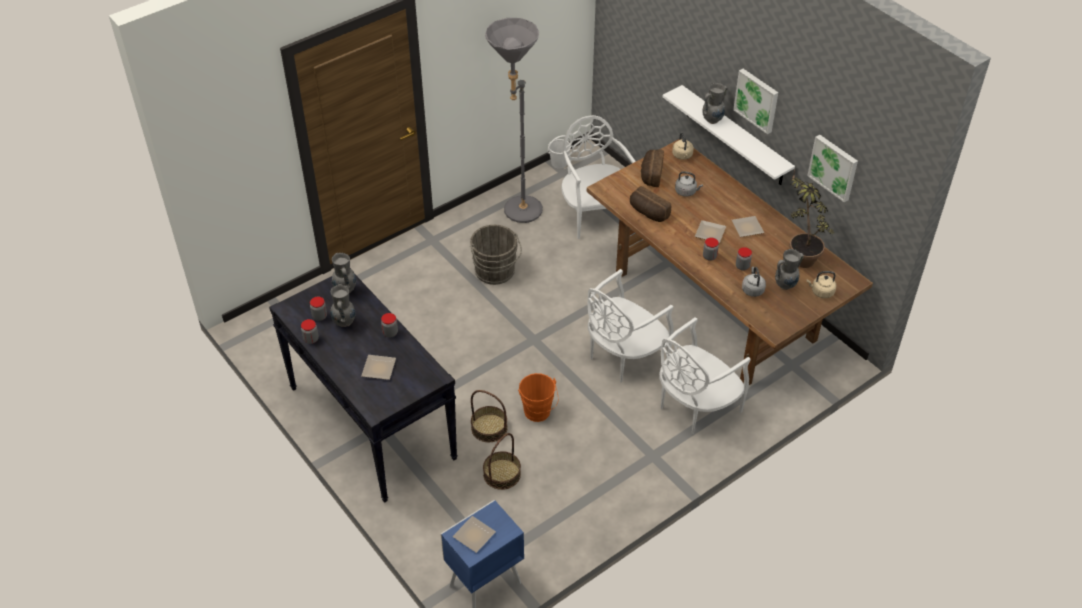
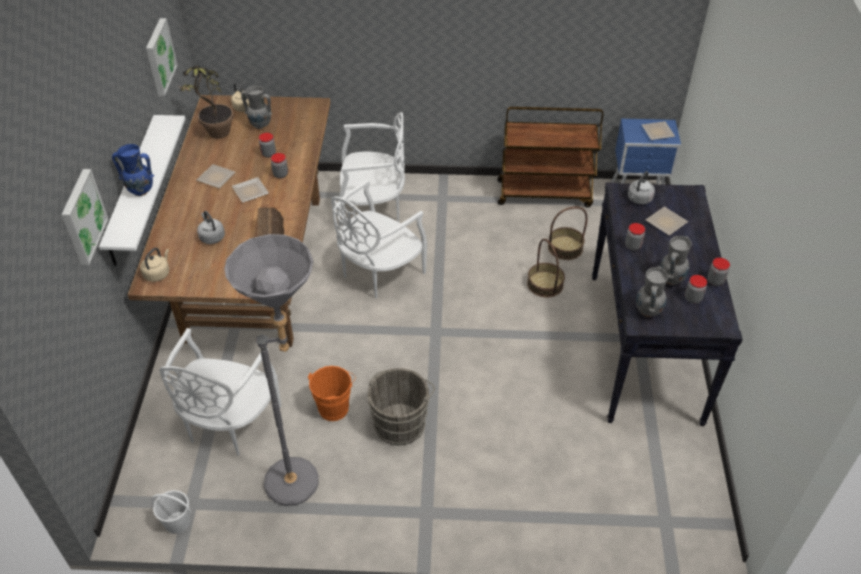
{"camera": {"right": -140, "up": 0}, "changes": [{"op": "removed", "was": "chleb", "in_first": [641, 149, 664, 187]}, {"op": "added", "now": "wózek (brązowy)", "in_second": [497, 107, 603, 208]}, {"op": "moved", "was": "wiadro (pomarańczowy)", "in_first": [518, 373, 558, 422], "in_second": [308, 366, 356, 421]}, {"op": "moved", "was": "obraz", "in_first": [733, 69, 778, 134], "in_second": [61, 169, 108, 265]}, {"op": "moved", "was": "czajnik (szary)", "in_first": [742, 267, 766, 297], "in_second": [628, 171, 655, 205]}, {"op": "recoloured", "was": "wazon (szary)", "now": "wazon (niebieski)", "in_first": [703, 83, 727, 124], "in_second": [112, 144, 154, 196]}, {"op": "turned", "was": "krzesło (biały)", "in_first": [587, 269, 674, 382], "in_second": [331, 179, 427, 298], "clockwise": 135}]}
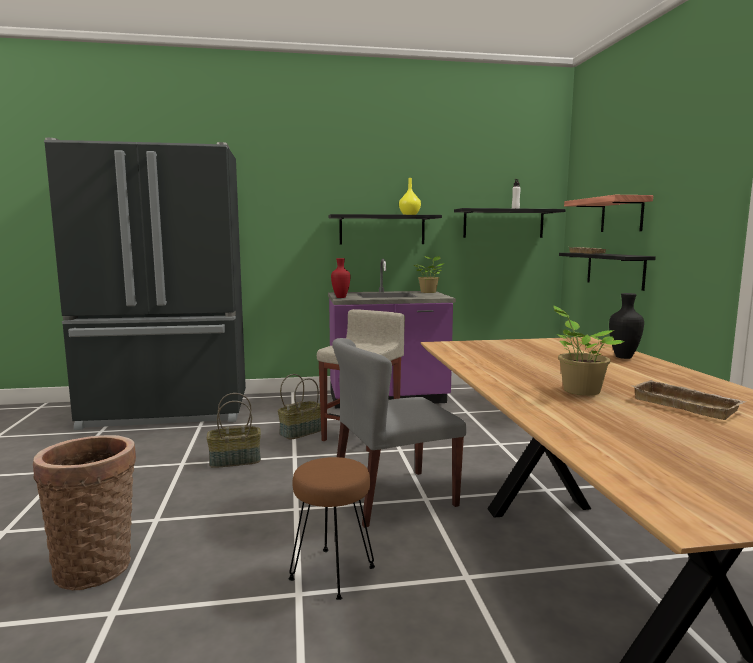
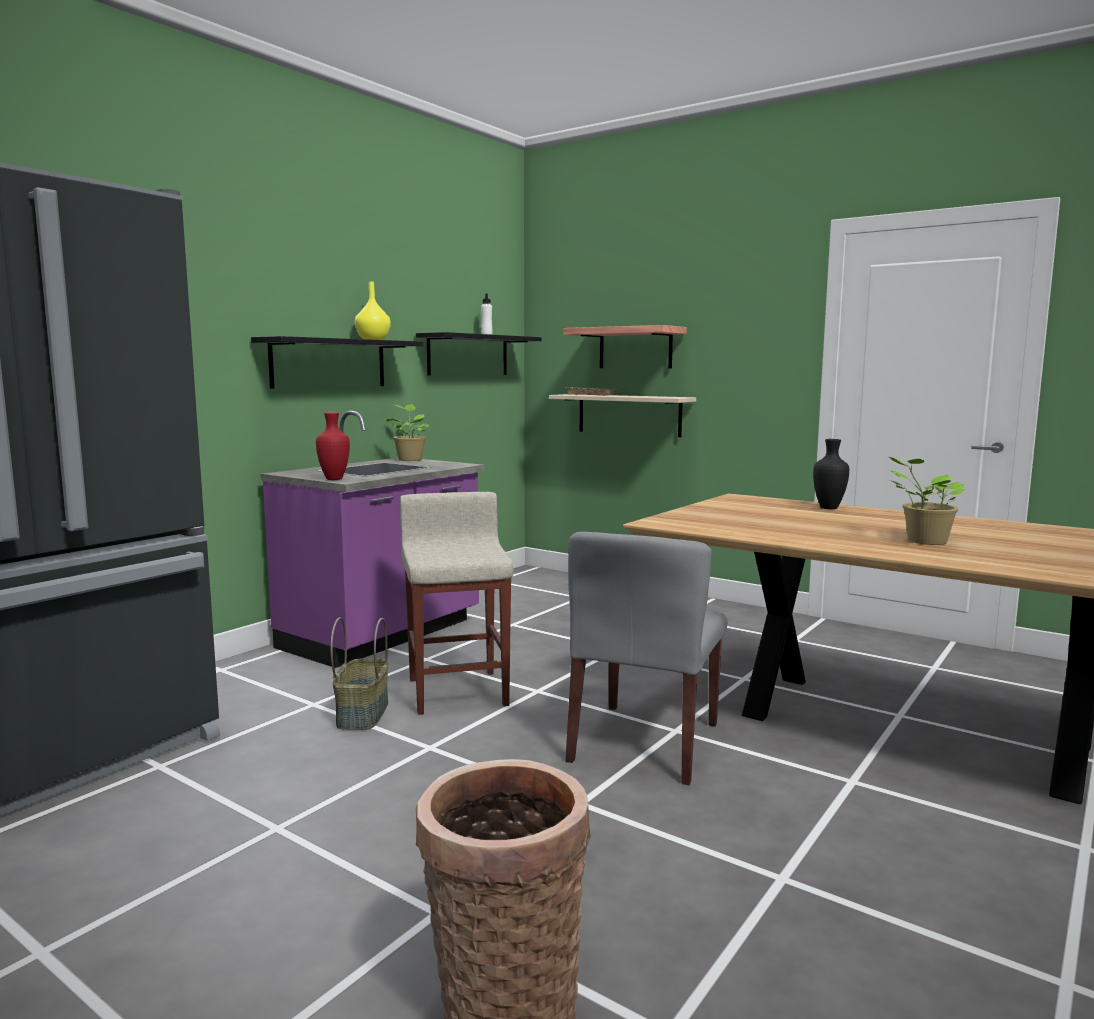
{"camera": {"right": -45, "up": 0}, "changes": [{"op": "removed", "was": "koszyk", "in_first": [207, 393, 261, 468]}, {"op": "removed", "was": "stołek (brązowy)", "in_first": [288, 457, 375, 600]}, {"op": "removed", "was": "taca (beżowy)", "in_first": [631, 380, 746, 420]}, {"op": "recoloured", "was": "półka (czarny)", "now": "półka (beżowy)", "in_first": [559, 253, 656, 291], "in_second": [549, 394, 696, 437]}]}
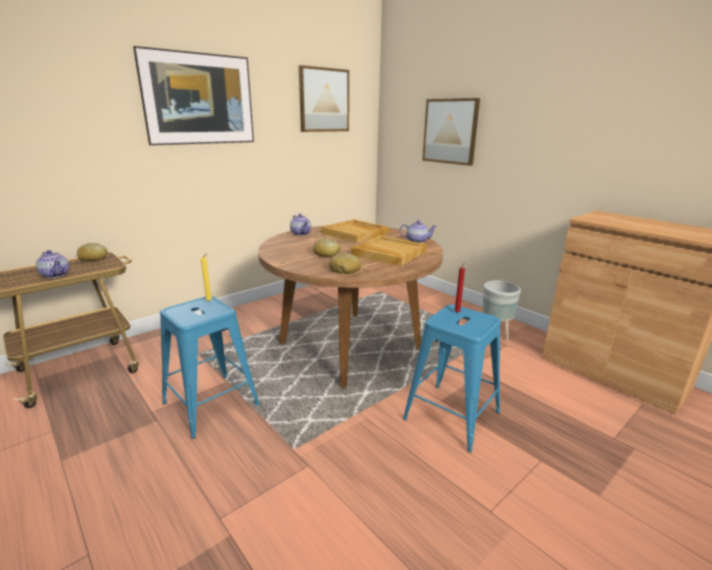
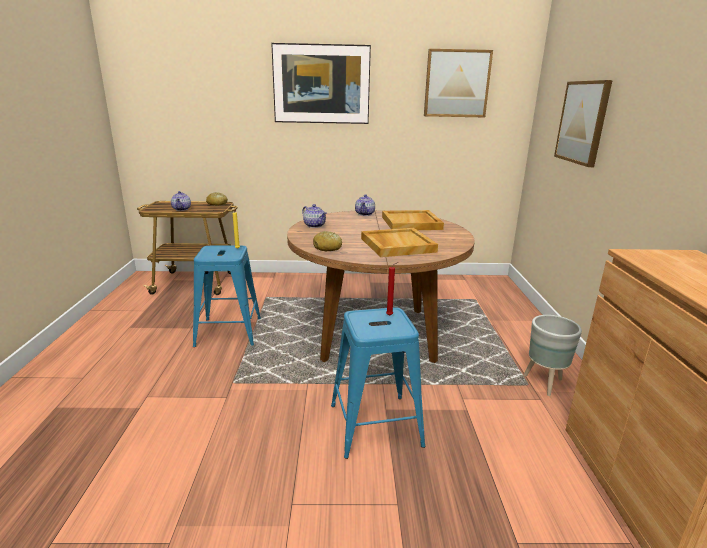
{"camera": {"right": 40, "up": 0}, "changes": [{"op": "removed", "was": "chleb", "in_first": [313, 238, 341, 257]}, {"op": "moved", "was": "imbryk", "in_first": [399, 220, 437, 243], "in_second": [302, 204, 327, 228]}]}
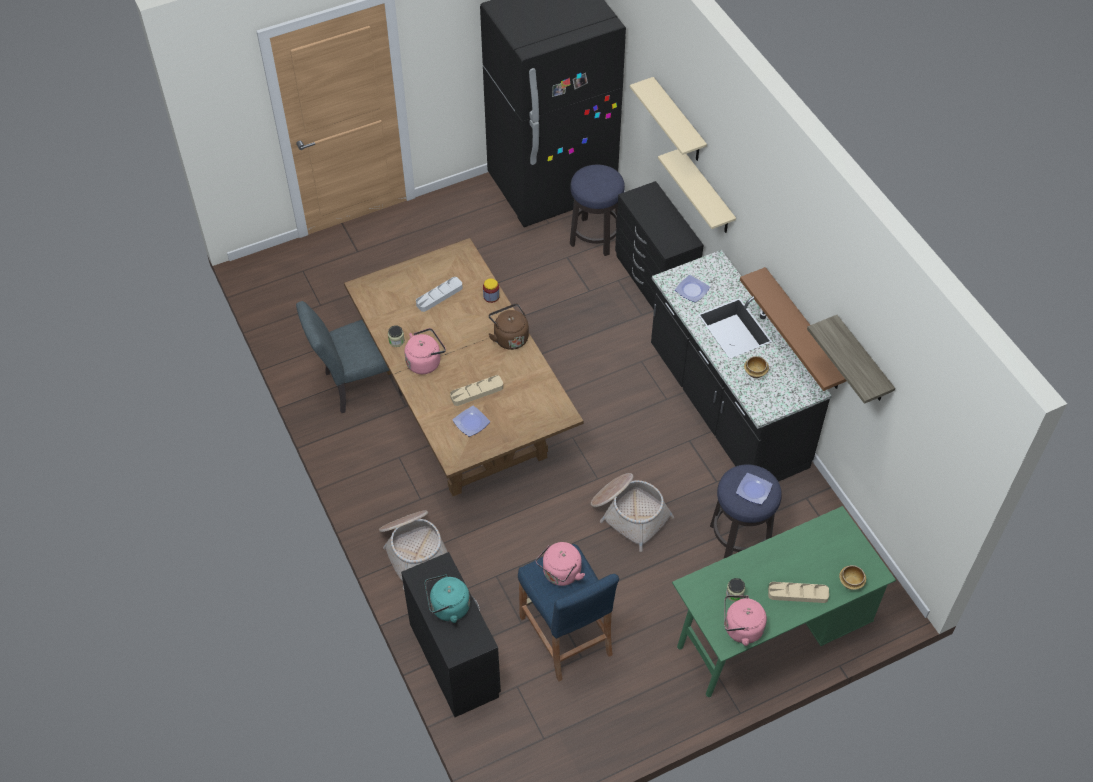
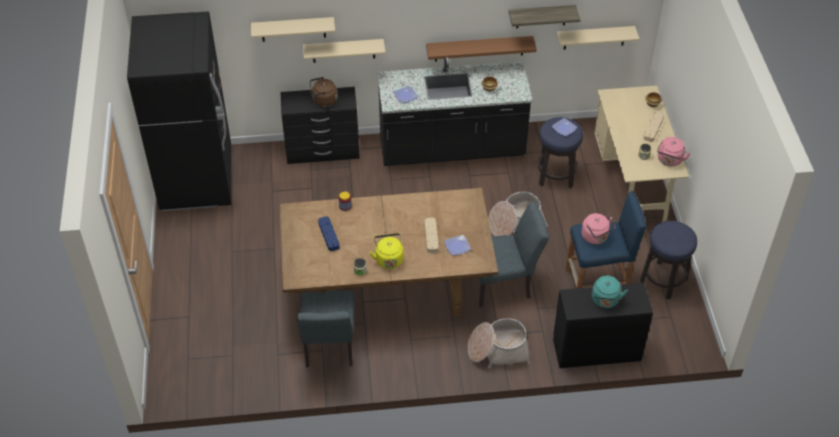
{"camera": {"right": -70, "up": -5}, "changes": [{"op": "added", "now": "krzesło (szary)", "in_second": [479, 202, 549, 307]}, {"op": "added", "now": "półka (beżowy)", "in_second": [557, 26, 639, 50]}, {"op": "moved", "was": "czajnik (brązowy)", "in_first": [488, 304, 529, 350], "in_second": [310, 77, 337, 107]}, {"op": "moved", "was": "stołek", "in_first": [570, 165, 625, 256], "in_second": [640, 221, 697, 299]}, {"op": "recoloured", "was": "czajnik (różowy)", "now": "czajnik (żółty)", "in_first": [404, 328, 446, 374], "in_second": [369, 233, 404, 269]}, {"op": "recoloured", "was": "taca (szary)", "now": "taca (niebieski)", "in_first": [416, 277, 463, 312], "in_second": [318, 216, 340, 251]}, {"op": "recoloured", "was": "biurko (zielony)", "now": "biurko (beżowy)", "in_first": [672, 506, 896, 697], "in_second": [594, 86, 689, 222]}]}
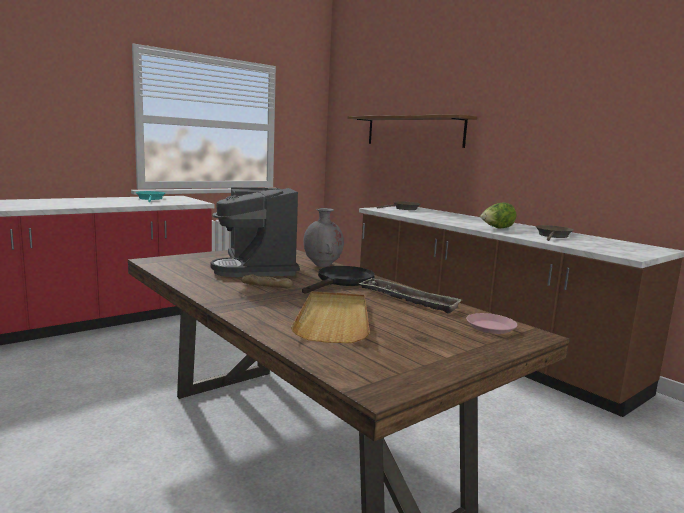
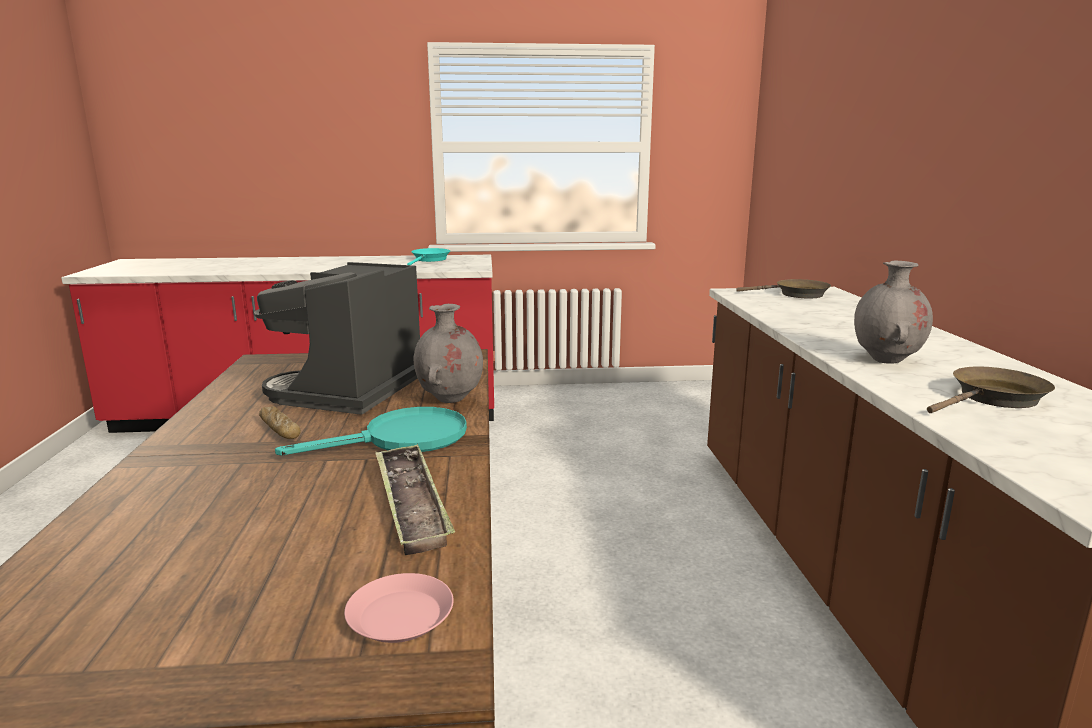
{"camera": {"right": 35, "up": 5}, "changes": [{"op": "removed", "was": "taca (beżowy)", "in_first": [291, 291, 370, 343]}, {"op": "removed", "was": "półka (brązowy)", "in_first": [347, 114, 477, 148]}, {"op": "replaced", "was": "sałata", "now": "wazon (szary)", "in_first": [481, 202, 516, 229], "in_second": [854, 261, 933, 364]}, {"op": "recoloured", "was": "patelnia (czarny)", "now": "patelnia (turkusowy)", "in_first": [302, 266, 375, 294], "in_second": [275, 407, 467, 456]}]}
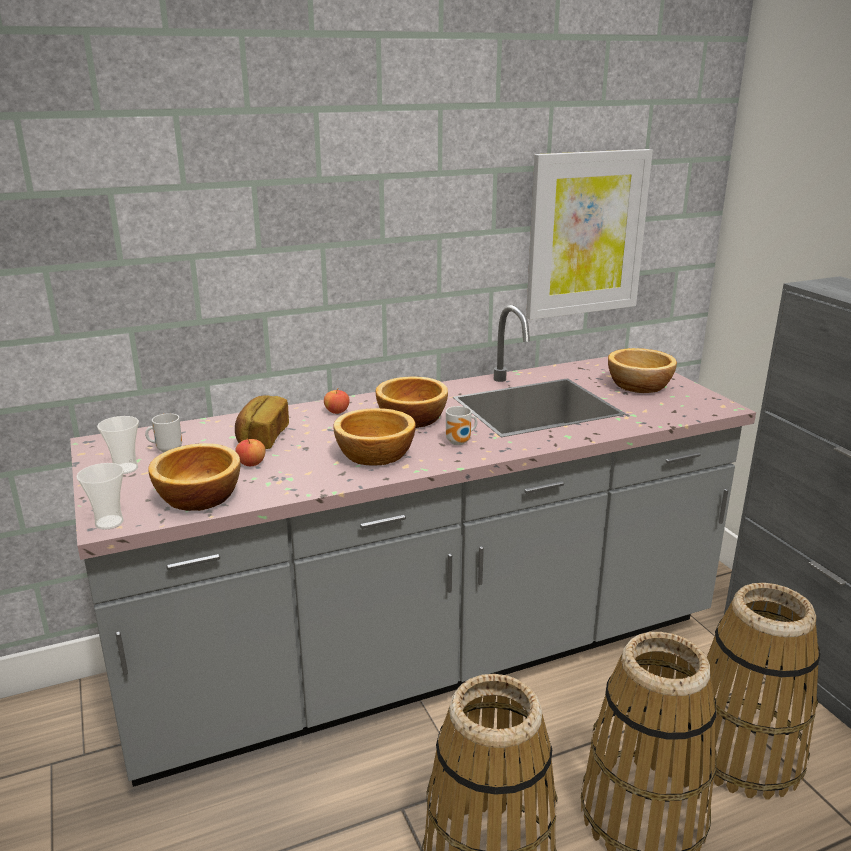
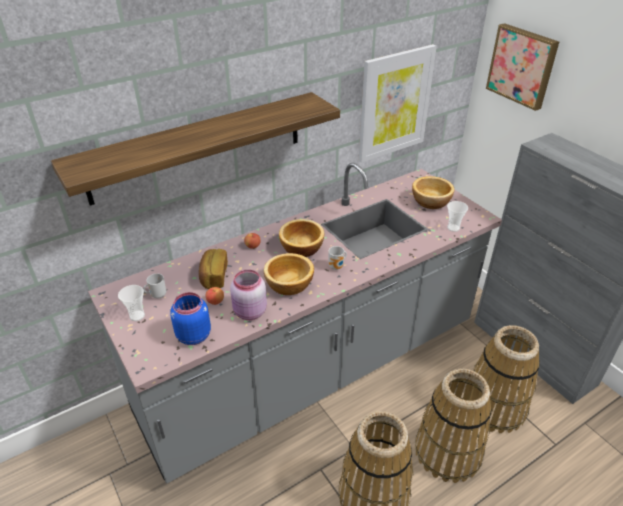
{"camera": {"right": -10, "up": 15}, "changes": [{"op": "added", "now": "półka", "in_second": [51, 92, 340, 205]}, {"op": "added", "now": "słoik (różowy)", "in_second": [230, 270, 267, 320]}, {"op": "added", "now": "obraz", "in_second": [486, 23, 559, 111]}, {"op": "moved", "was": "filiżanka", "in_first": [77, 463, 124, 530], "in_second": [447, 201, 468, 232]}, {"op": "replaced", "was": "miska", "now": "słoik (niebieski)", "in_first": [148, 443, 240, 511], "in_second": [170, 292, 211, 345]}]}
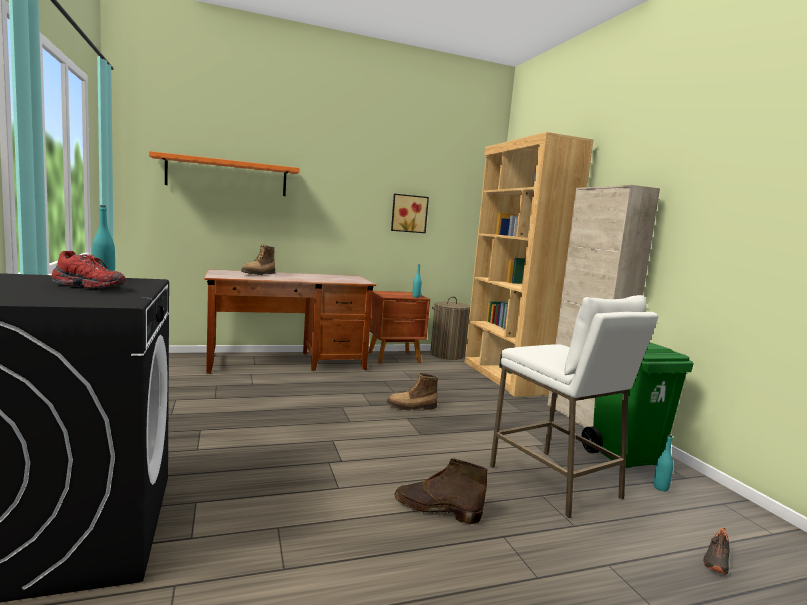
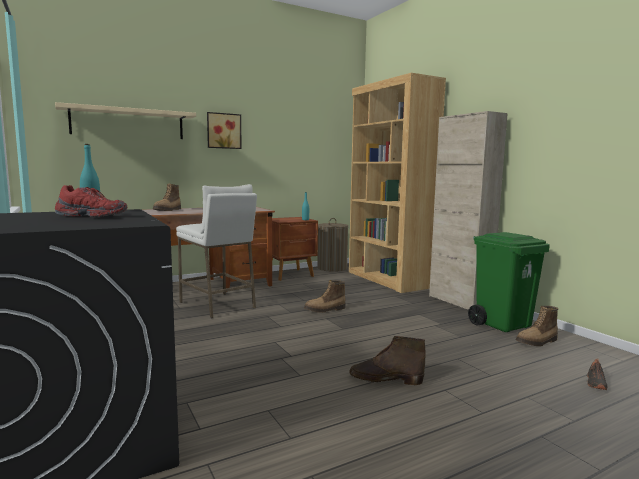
{"camera": {"right": -10, "up": 0}, "changes": [{"op": "moved", "was": "obraz", "in_first": [391, 194, 429, 233], "in_second": [207, 112, 242, 149]}, {"op": "moved", "was": "stołek (biały)", "in_first": [490, 295, 658, 518], "in_second": [176, 184, 257, 318]}, {"op": "replaced", "was": "butelka (turkusowy)", "now": "but z cholewką", "in_first": [654, 435, 673, 491], "in_second": [516, 306, 558, 346]}, {"op": "recoloured", "was": "półka (pomarańczowy)", "now": "półka (beżowy)", "in_first": [149, 151, 300, 196], "in_second": [55, 102, 196, 139]}]}
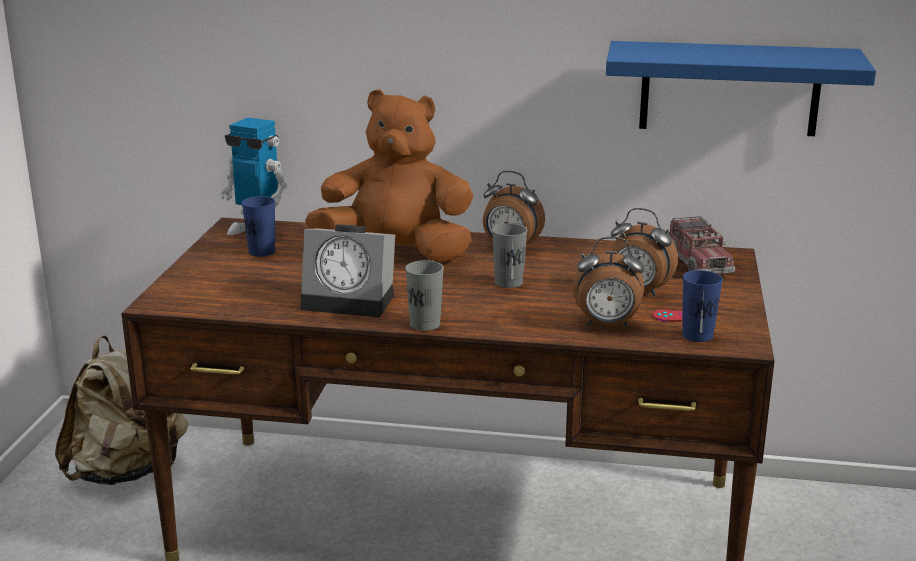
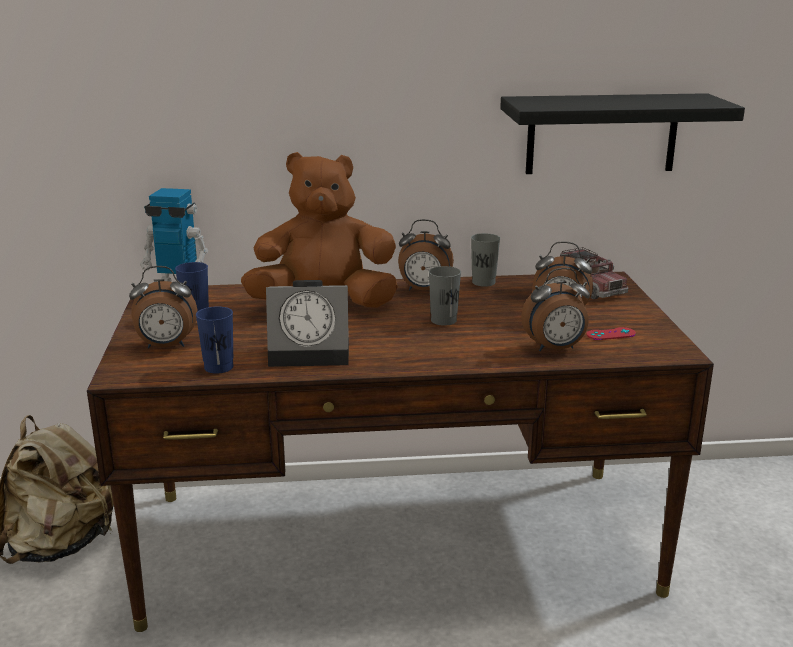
{"camera": {"right": -15, "up": 0}, "changes": [{"op": "added", "now": "budzik", "in_second": [129, 266, 197, 348]}, {"op": "moved", "was": "filiżanka (szary)", "in_first": [405, 260, 444, 331], "in_second": [471, 233, 500, 287]}, {"op": "moved", "was": "filiżanka (niebieski)", "in_first": [682, 270, 723, 342], "in_second": [196, 306, 233, 374]}, {"op": "recoloured", "was": "półka (niebieski)", "now": "półka (czarny)", "in_first": [606, 41, 876, 136], "in_second": [500, 93, 745, 174]}]}
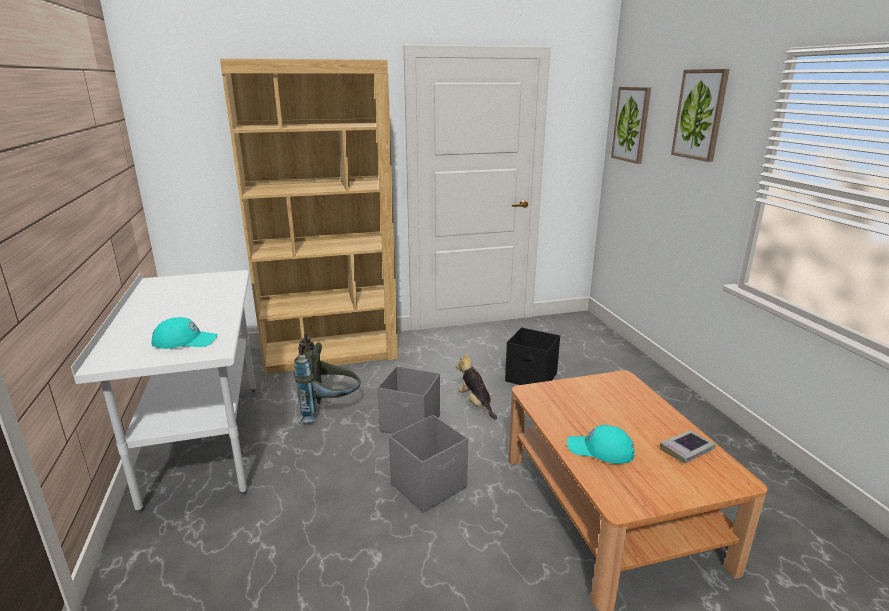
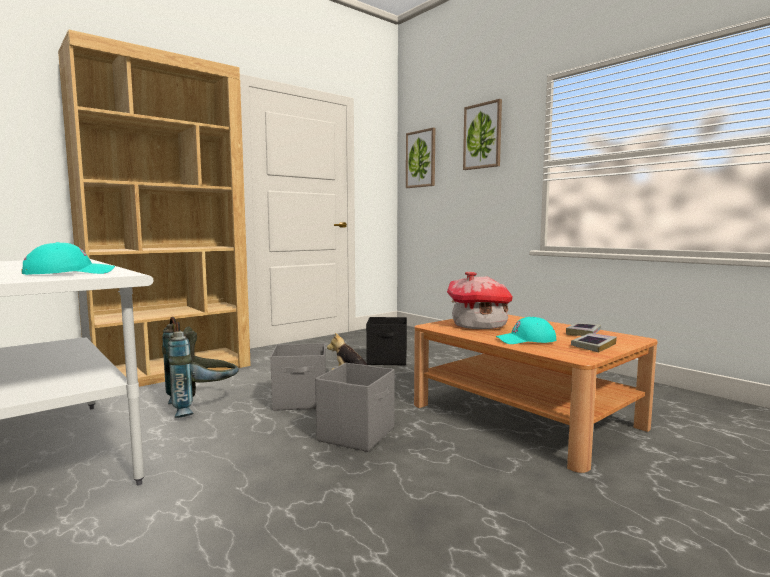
{"camera": {"right": -25, "up": -15}, "changes": [{"op": "added", "now": "domek", "in_second": [447, 272, 513, 329]}, {"op": "added", "now": "książka", "in_second": [571, 333, 617, 352]}]}
